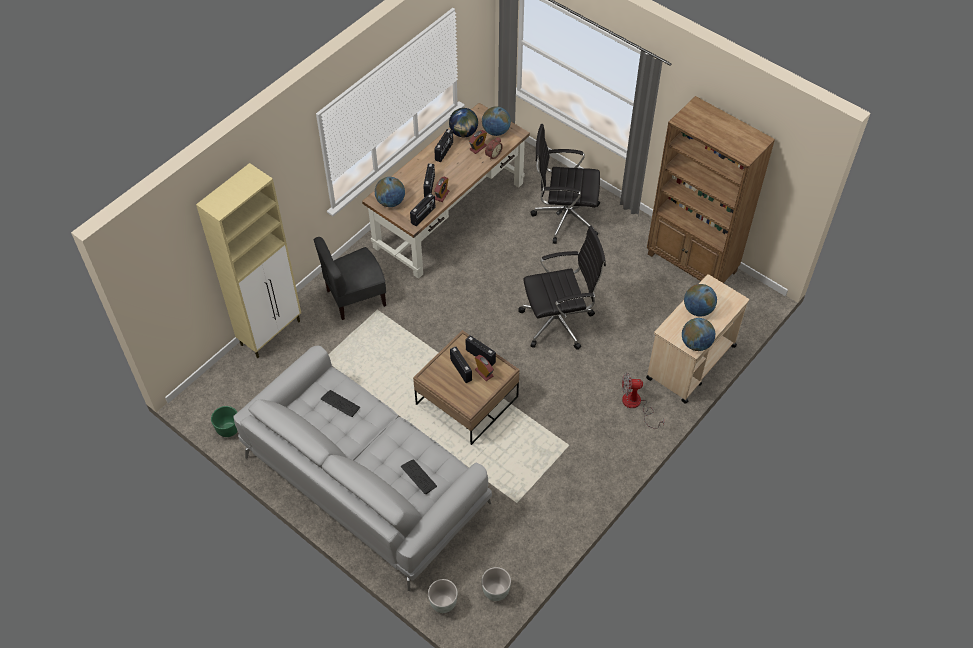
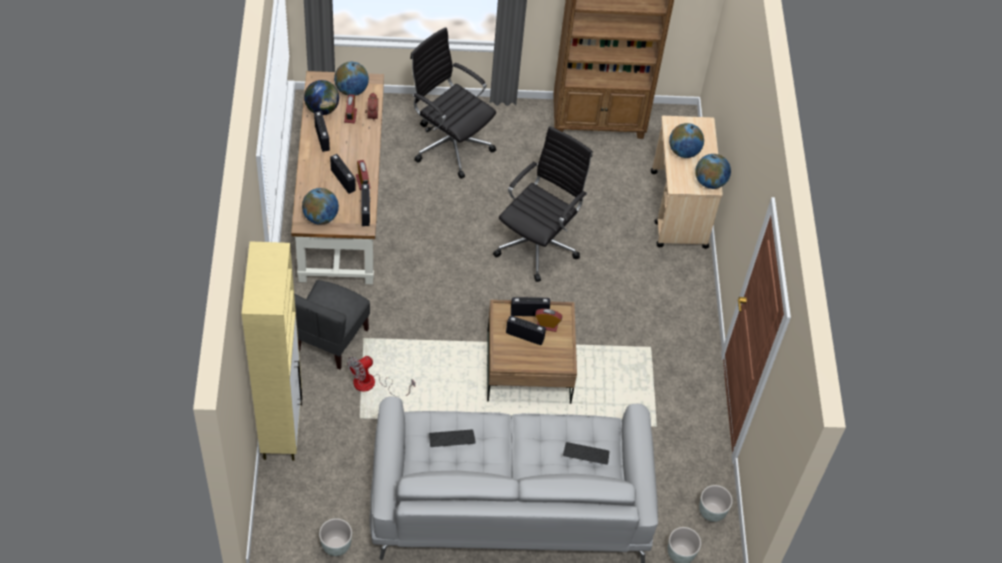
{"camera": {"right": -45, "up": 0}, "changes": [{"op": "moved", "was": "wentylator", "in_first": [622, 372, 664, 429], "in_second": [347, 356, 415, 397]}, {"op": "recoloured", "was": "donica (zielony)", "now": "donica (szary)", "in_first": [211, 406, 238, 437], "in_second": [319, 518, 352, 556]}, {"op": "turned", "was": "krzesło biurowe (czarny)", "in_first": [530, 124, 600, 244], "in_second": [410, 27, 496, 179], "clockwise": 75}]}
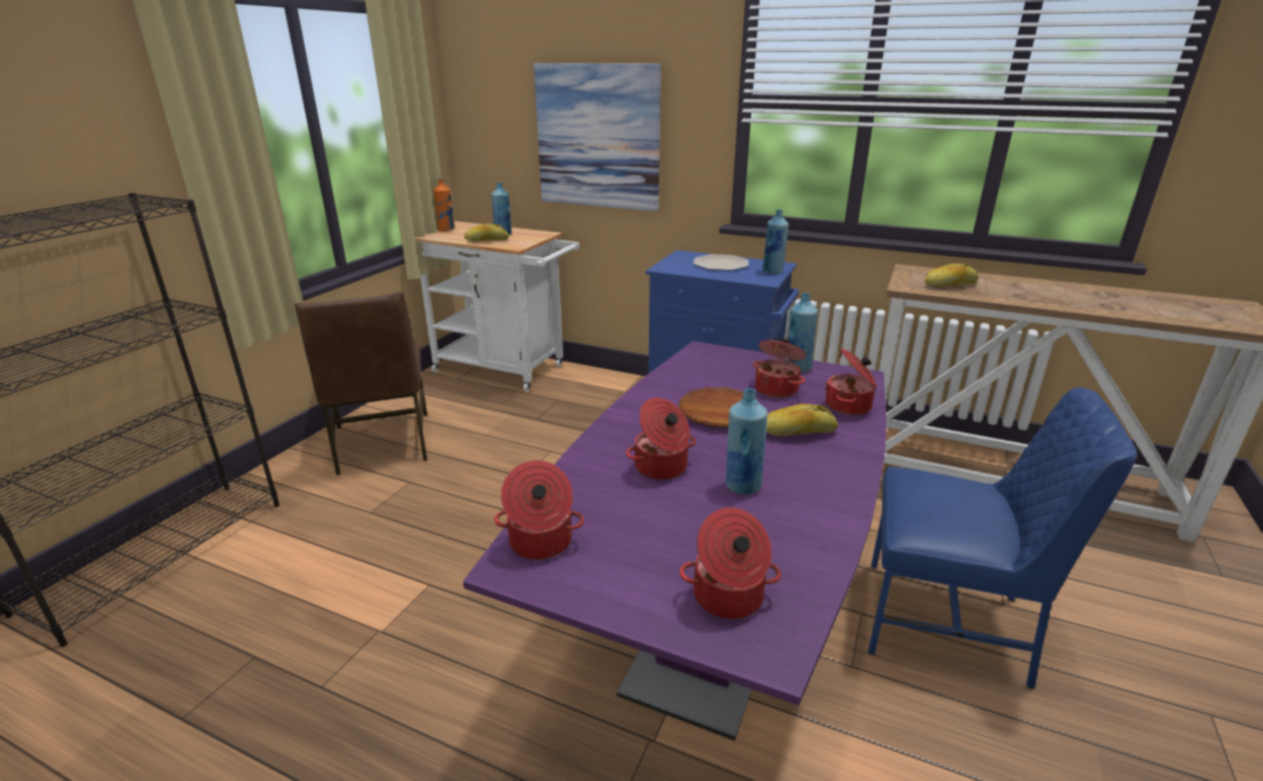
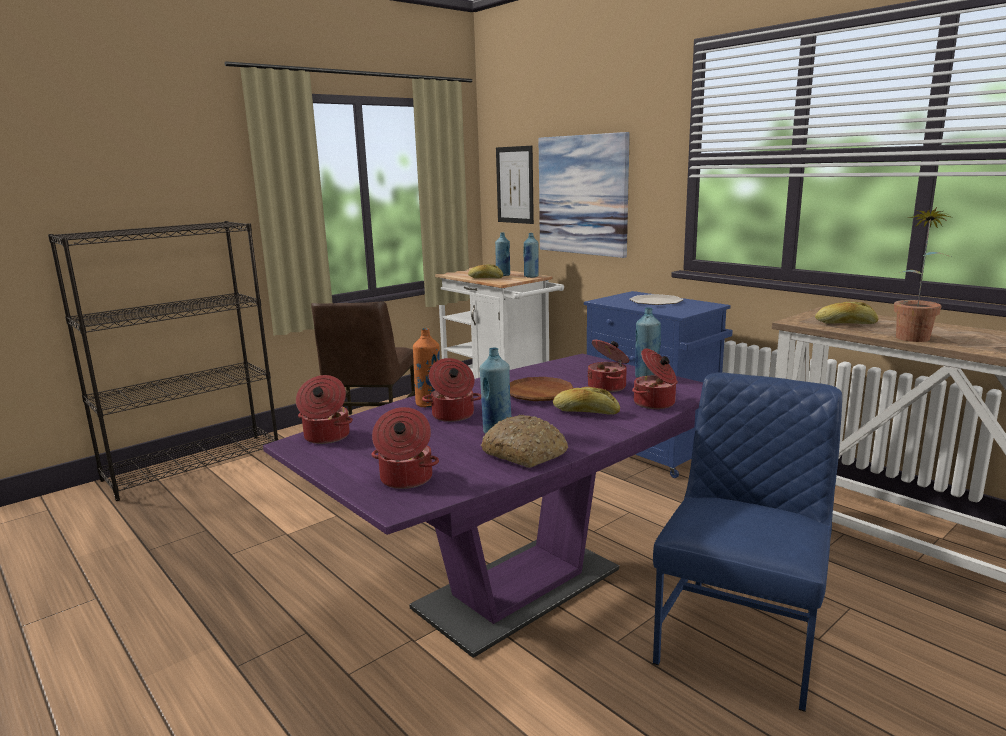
{"camera": {"right": 25, "up": -10}, "changes": [{"op": "added", "now": "chleb", "in_second": [481, 415, 568, 468]}, {"op": "added", "now": "obraz", "in_second": [496, 146, 534, 224]}, {"op": "added", "now": "roślina doniczkowa", "in_second": [894, 207, 951, 342]}, {"op": "moved", "was": "butelka (pomarańczowy)", "in_first": [433, 179, 455, 231], "in_second": [413, 328, 440, 407]}, {"op": "moved", "was": "butelka (niebieski)", "in_first": [762, 209, 789, 274], "in_second": [523, 233, 539, 278]}, {"op": "turned", "was": "krzesło (niebieski)", "in_first": [868, 387, 1137, 689], "in_second": [653, 372, 842, 712], "clockwise": -105}]}
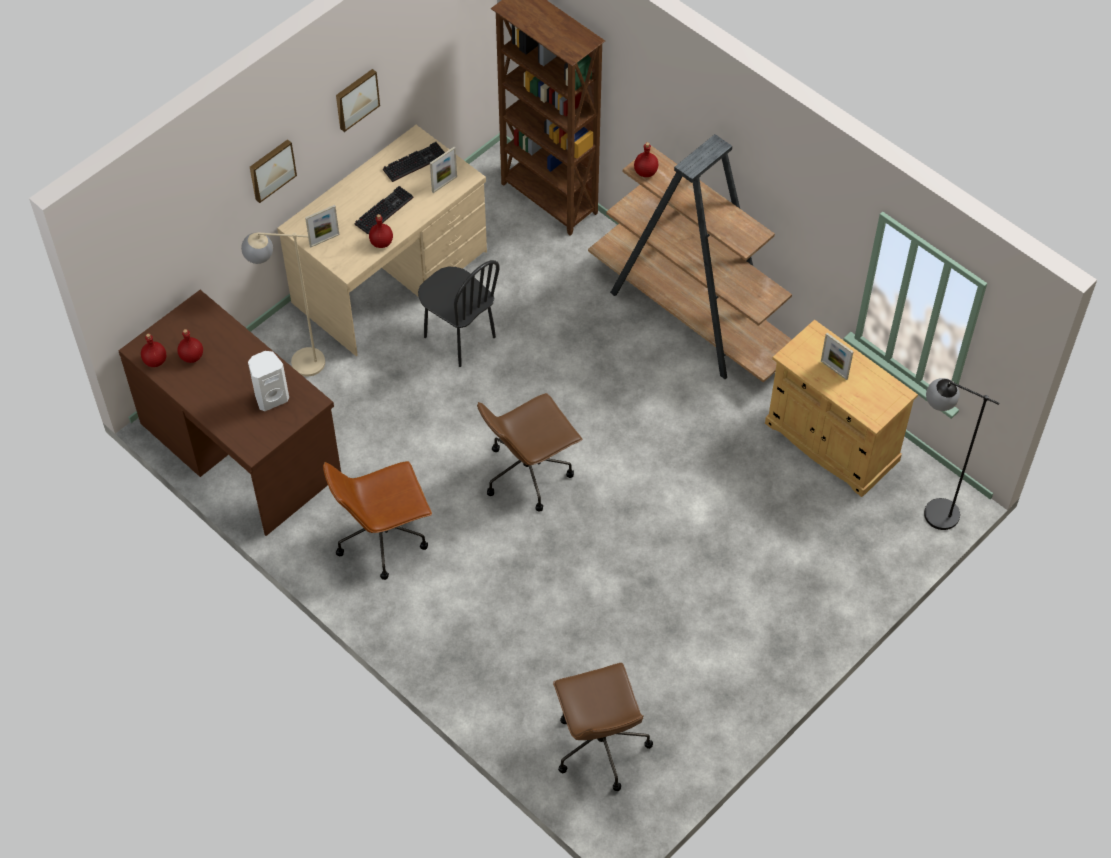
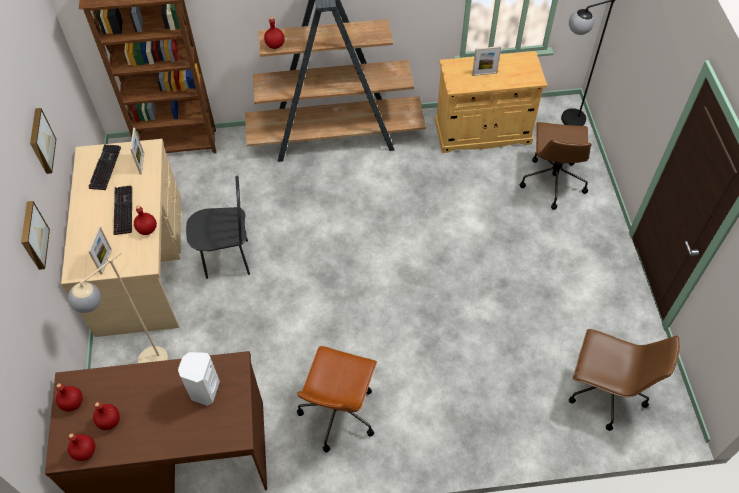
{"camera": {"right": -50, "up": 0}, "changes": [{"op": "added", "now": "butelka (czerwony)", "in_second": [56, 383, 83, 411]}, {"op": "moved", "was": "krzesło biurowe (brązowy)", "in_first": [477, 393, 582, 512], "in_second": [520, 122, 592, 210]}]}
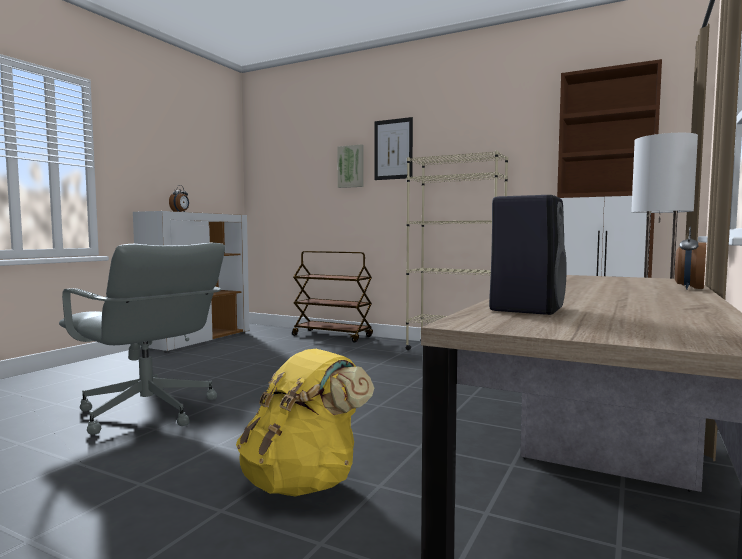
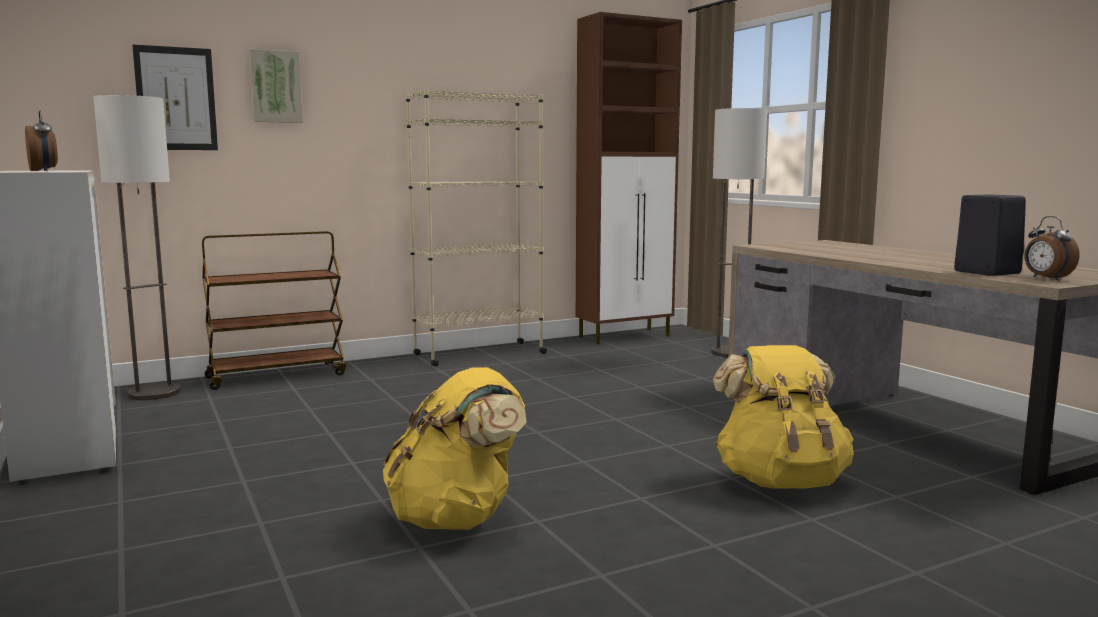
{"camera": {"right": -55, "up": 5}, "changes": [{"op": "added", "now": "lampa stojąca", "in_second": [93, 95, 181, 400]}, {"op": "moved", "was": "obraz", "in_first": [375, 117, 413, 180], "in_second": [132, 45, 218, 150]}, {"op": "moved", "was": "budzik", "in_first": [675, 226, 706, 290], "in_second": [1024, 216, 1080, 280]}, {"op": "replaced", "was": "krzesło biurowe (szary)", "now": "plecak (żółty)", "in_first": [59, 243, 225, 435], "in_second": [382, 367, 527, 530]}]}
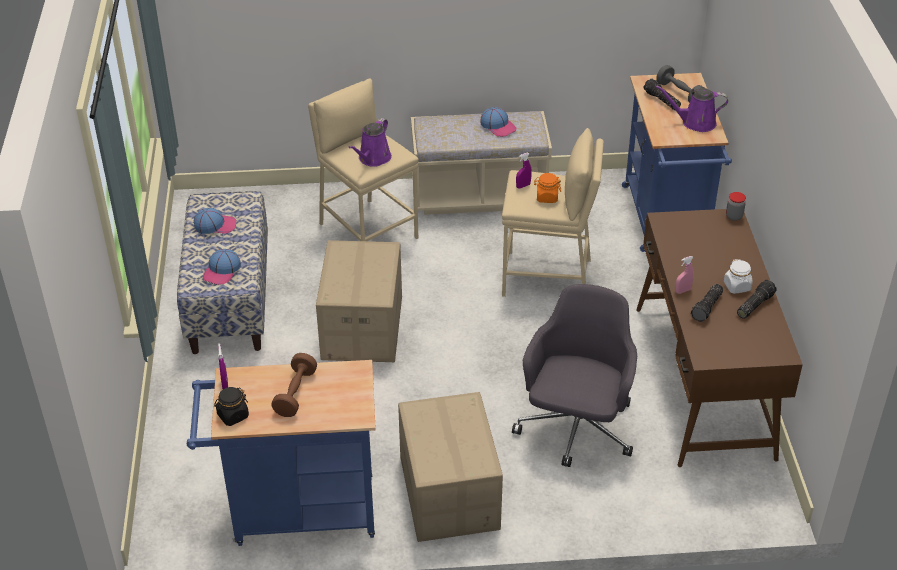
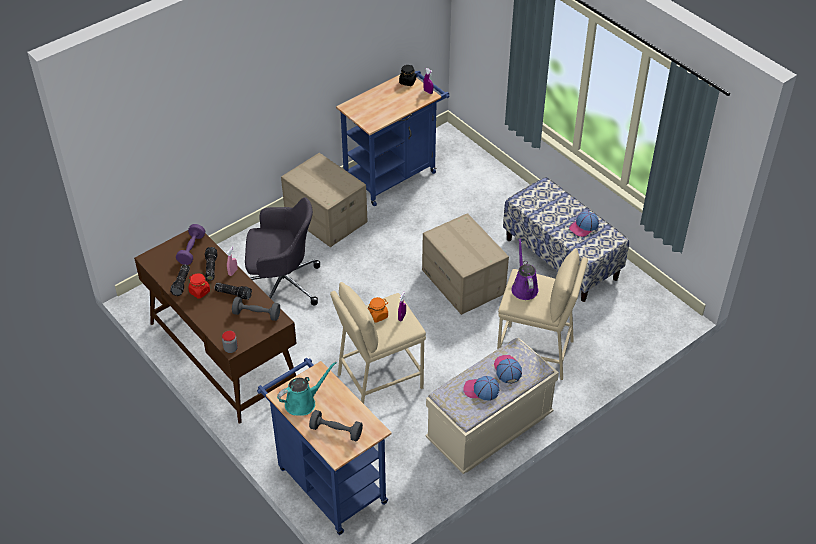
{"camera": {"right": 145, "up": 5}, "changes": [{"op": "removed", "was": "hantel (brązowy)", "in_first": [271, 353, 317, 417]}, {"op": "added", "now": "hantel (fioletowy)", "in_second": [176, 224, 205, 265]}, {"op": "added", "now": "hantel (szary)", "in_second": [232, 297, 280, 321]}, {"op": "moved", "was": "czapka z daszkiem", "in_first": [203, 249, 241, 285], "in_second": [494, 355, 522, 383]}, {"op": "moved", "was": "latarka", "in_first": [643, 78, 681, 110], "in_second": [215, 283, 252, 300]}, {"op": "recoloured", "was": "konewka (fioletowy)", "now": "konewka (turkusowy)", "in_first": [656, 85, 728, 132], "in_second": [277, 362, 337, 416]}, {"op": "recoloured", "was": "słoik (biały)", "now": "słoik (czerwony)", "in_first": [724, 259, 753, 294], "in_second": [188, 273, 210, 299]}, {"op": "turned", "was": "krzesło biurowe (szary)", "in_first": [512, 284, 637, 467], "in_second": [245, 197, 320, 305], "clockwise": -75}]}
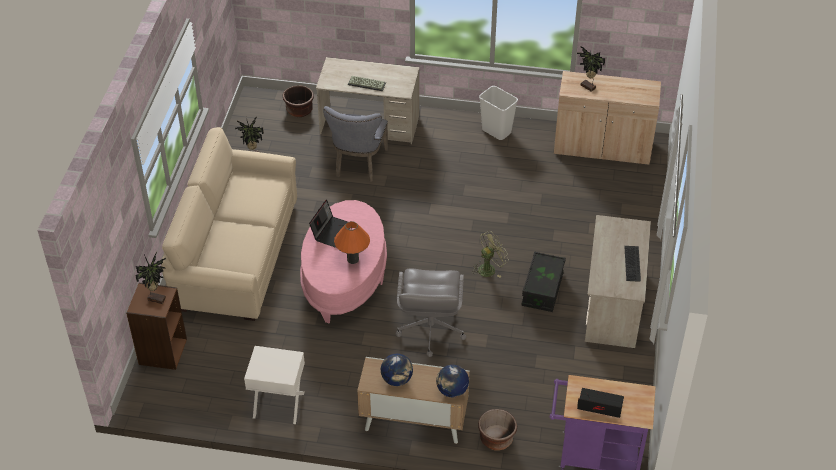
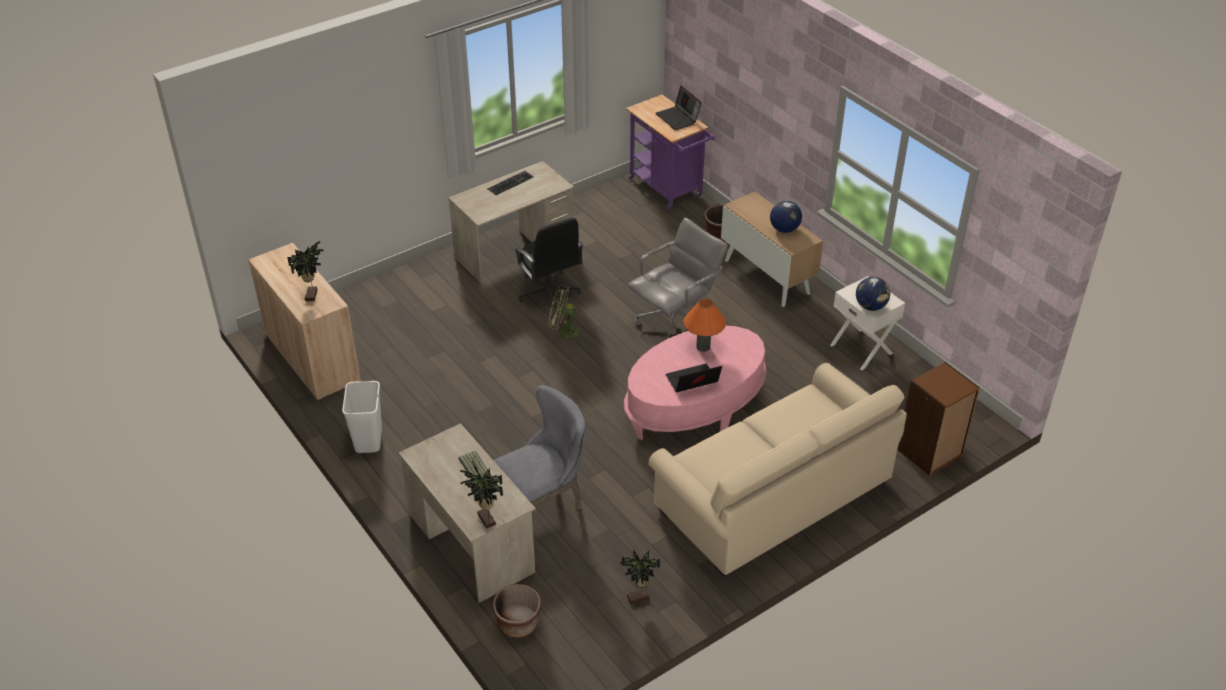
{"camera": {"right": -135, "up": -5}, "changes": [{"op": "moved", "was": "roślina doniczkowa", "in_first": [135, 252, 166, 304], "in_second": [460, 461, 503, 529]}, {"op": "moved", "was": "globus", "in_first": [436, 365, 469, 397], "in_second": [856, 277, 890, 311]}, {"op": "replaced", "was": "pojemnik do przechowywania (czarny)", "now": "krzesło biurowe (czarny)", "in_first": [521, 251, 566, 312], "in_second": [514, 217, 583, 311]}]}
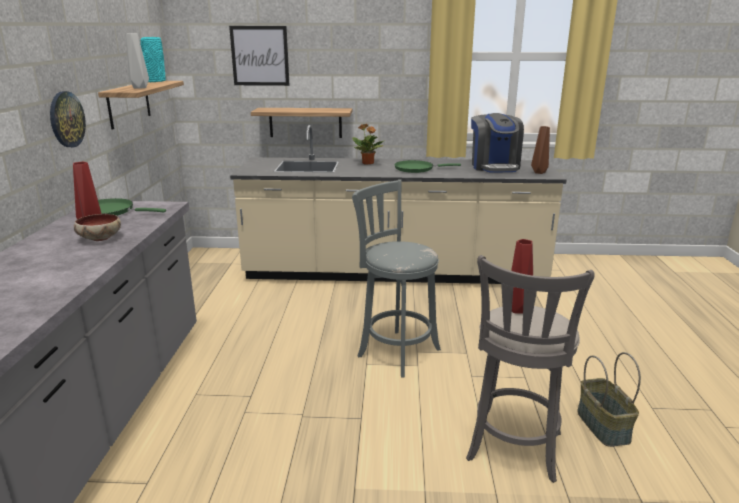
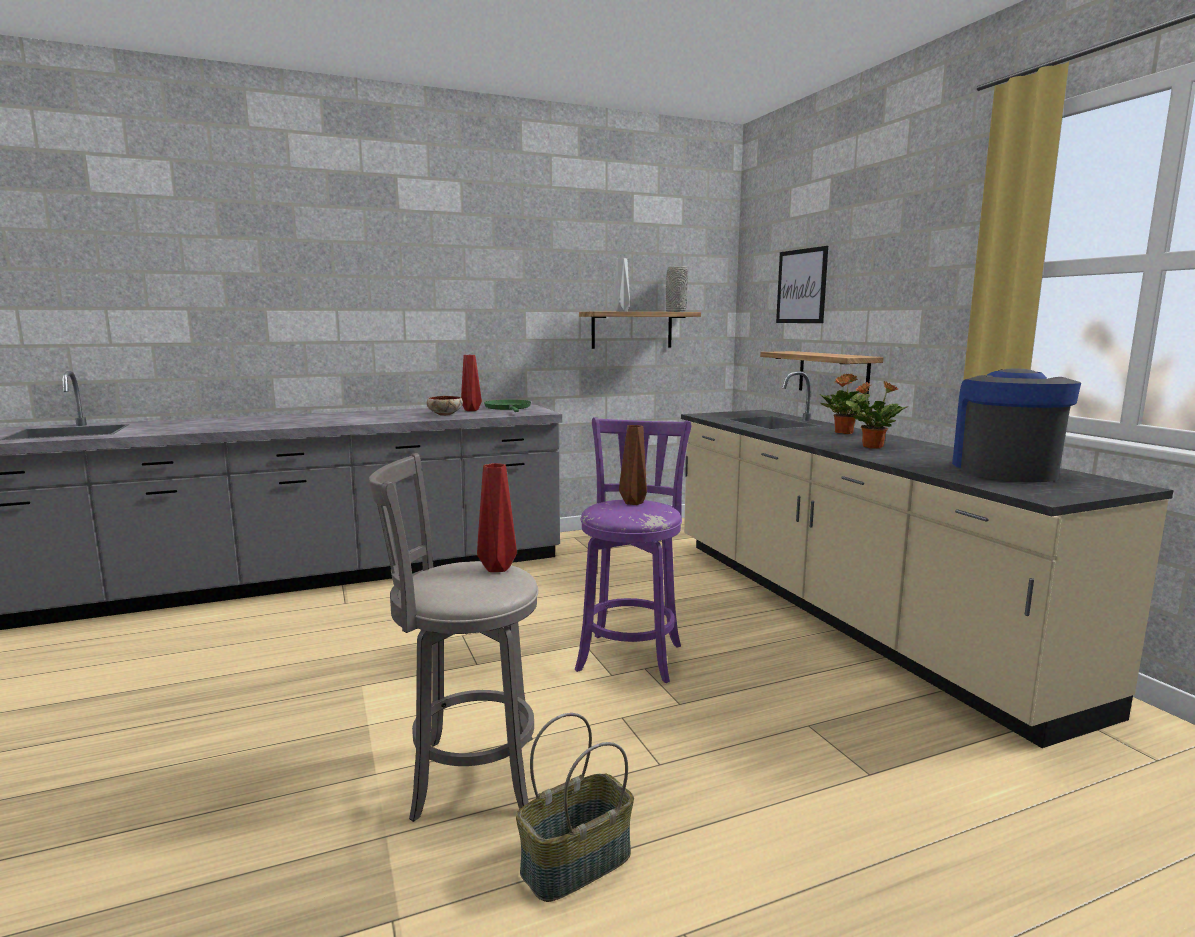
{"camera": {"right": 65, "up": -10}, "changes": [{"op": "removed", "was": "zegar ścienny", "in_first": [50, 91, 86, 147]}, {"op": "moved", "was": "wazon (brązowy)", "in_first": [531, 126, 550, 174], "in_second": [619, 425, 647, 505]}, {"op": "replaced", "was": "patelnia (zielony)", "now": "roślina doniczkowa", "in_first": [394, 160, 461, 173], "in_second": [845, 381, 908, 449]}, {"op": "recoloured", "was": "wazon (turkusowy)", "now": "wazon (szary)", "in_first": [140, 37, 166, 82], "in_second": [666, 266, 688, 312]}, {"op": "recoloured", "was": "stołek (szary)", "now": "stołek (fioletowy)", "in_first": [352, 179, 441, 378], "in_second": [575, 417, 691, 683]}, {"op": "turned", "was": "ekspres do kawy", "in_first": [471, 113, 524, 173], "in_second": [952, 369, 1081, 482], "clockwise": 135}]}
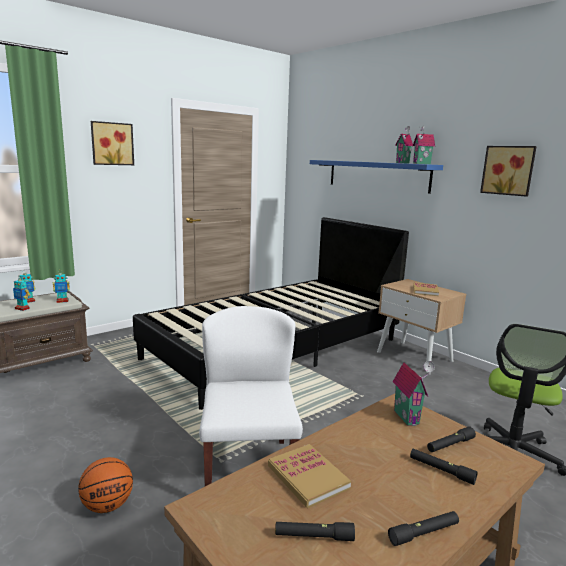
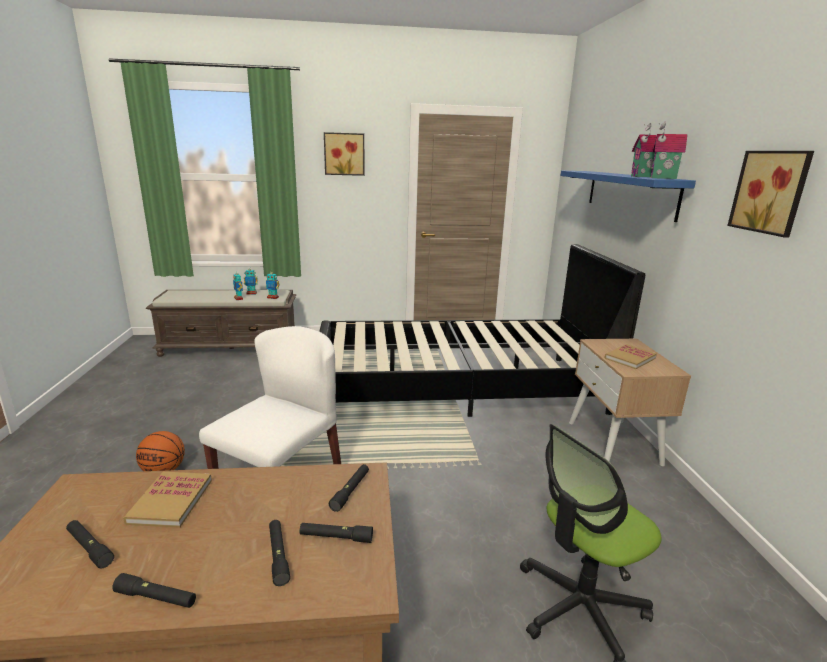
{"camera": {"right": 35, "up": 5}, "changes": [{"op": "replaced", "was": "domek", "now": "latarka (czarny)", "in_first": [393, 361, 435, 426], "in_second": [329, 464, 369, 512]}]}
